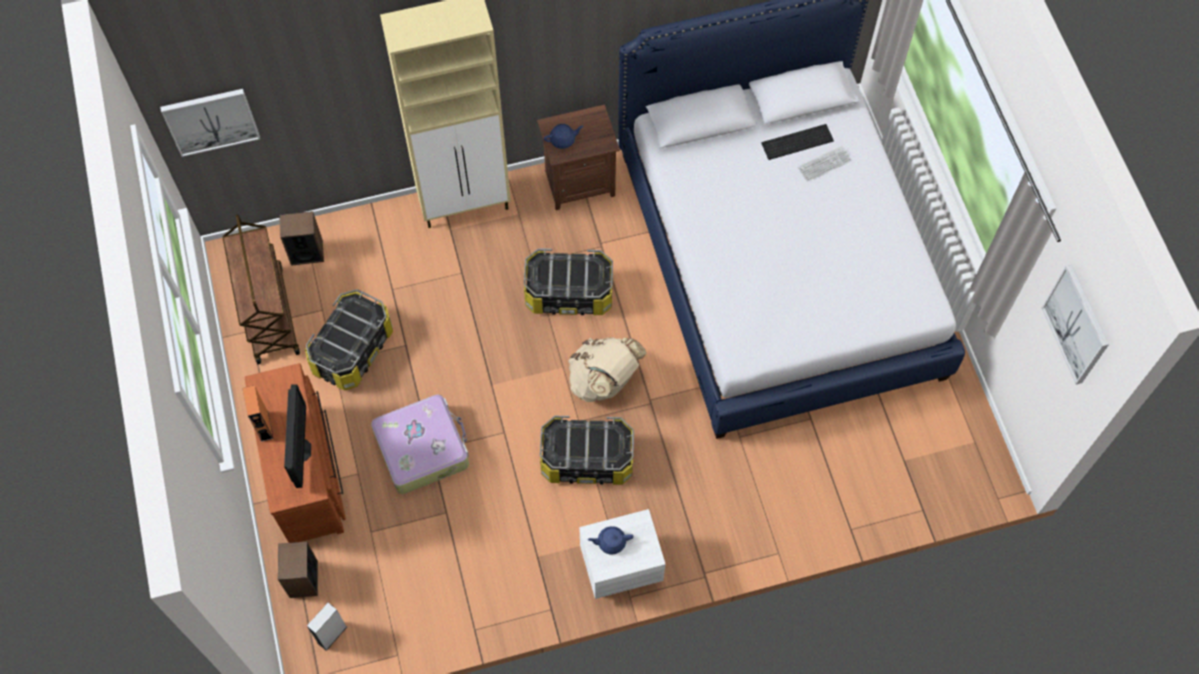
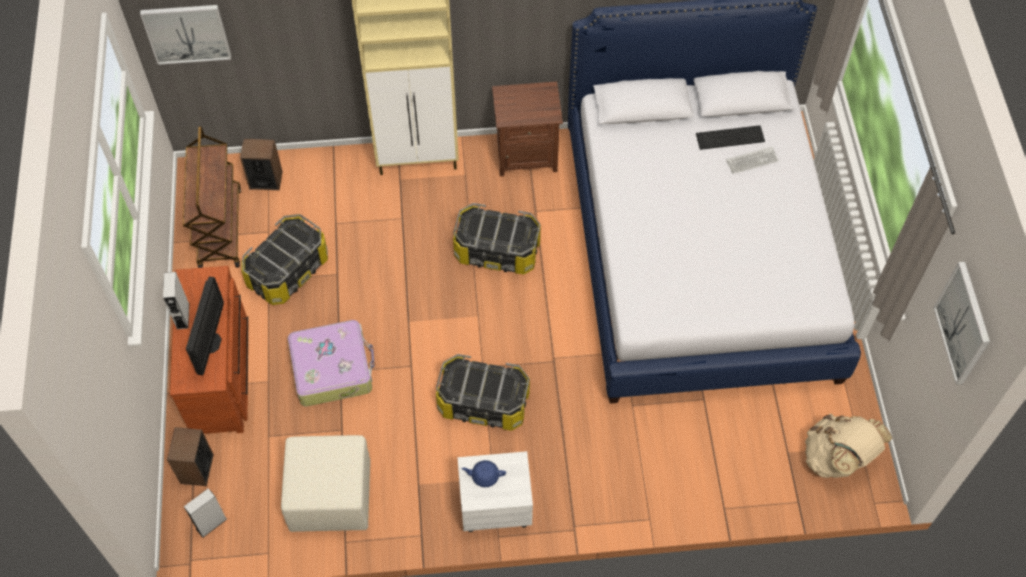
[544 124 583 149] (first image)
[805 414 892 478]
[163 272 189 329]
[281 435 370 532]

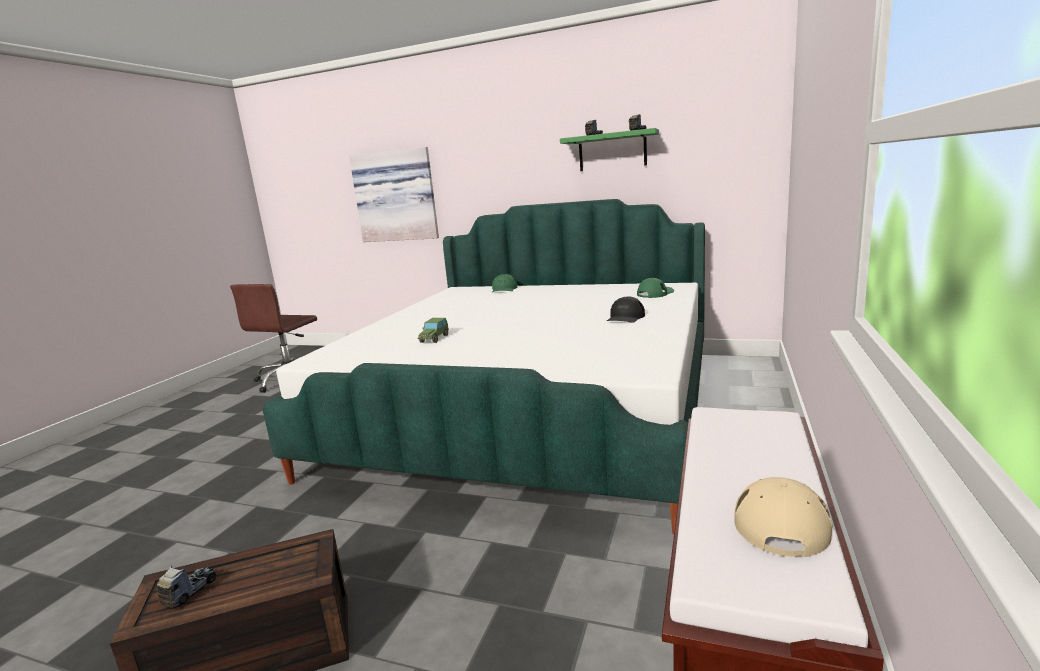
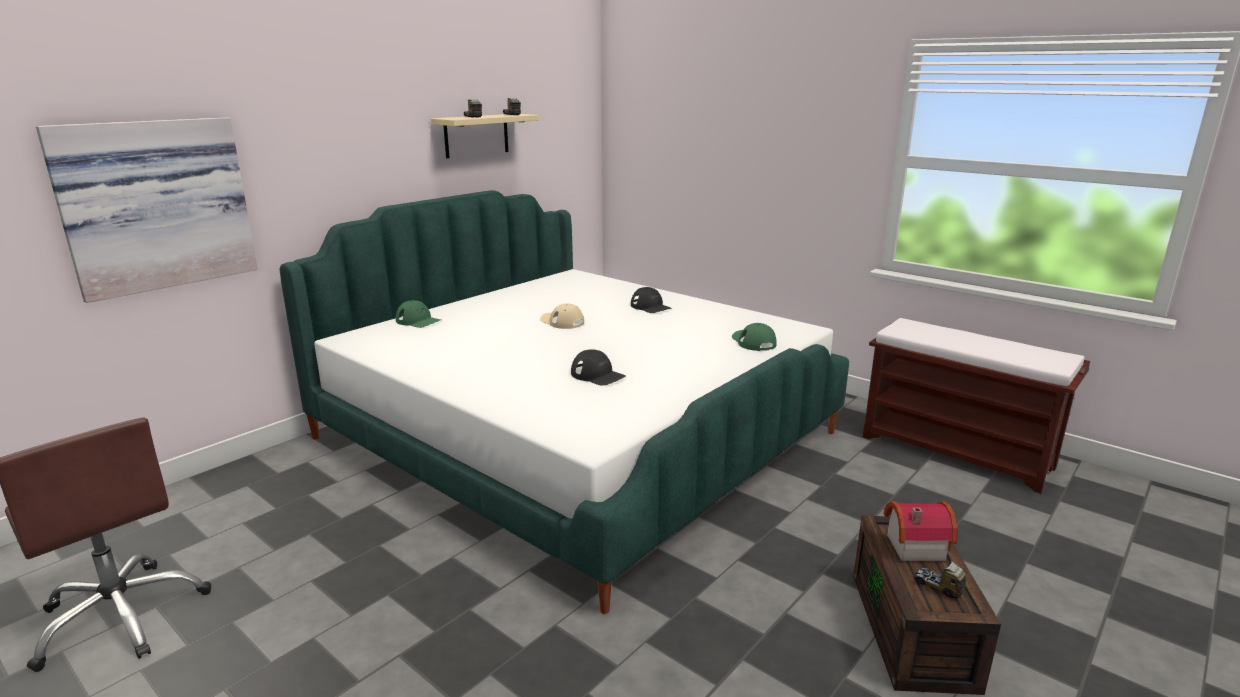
[431 114 539 158]
[732 323 777 351]
[571 349 626 386]
[540 303 584 329]
[884 501 957 561]

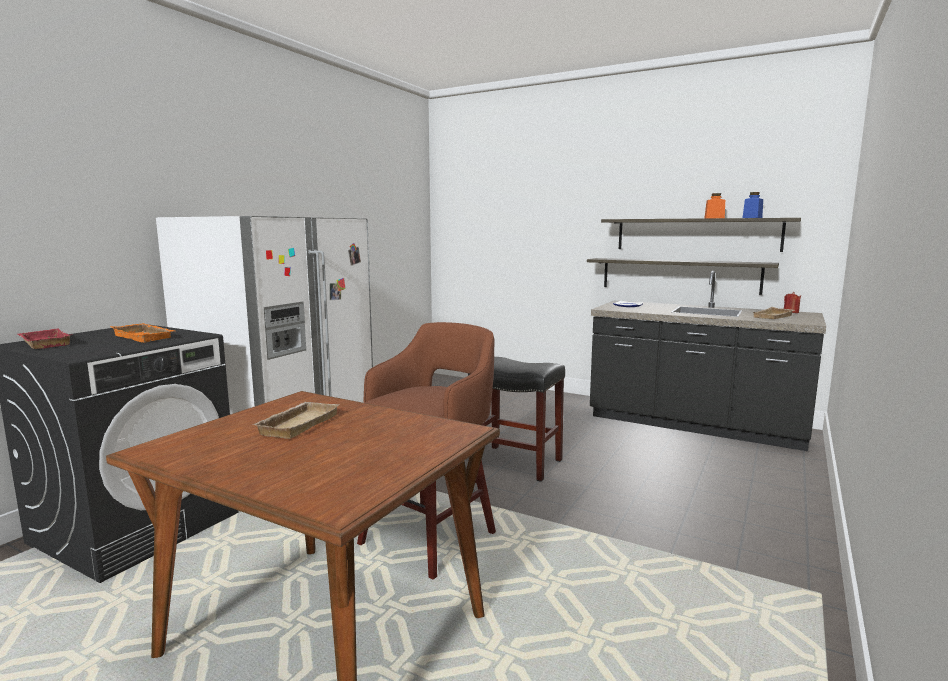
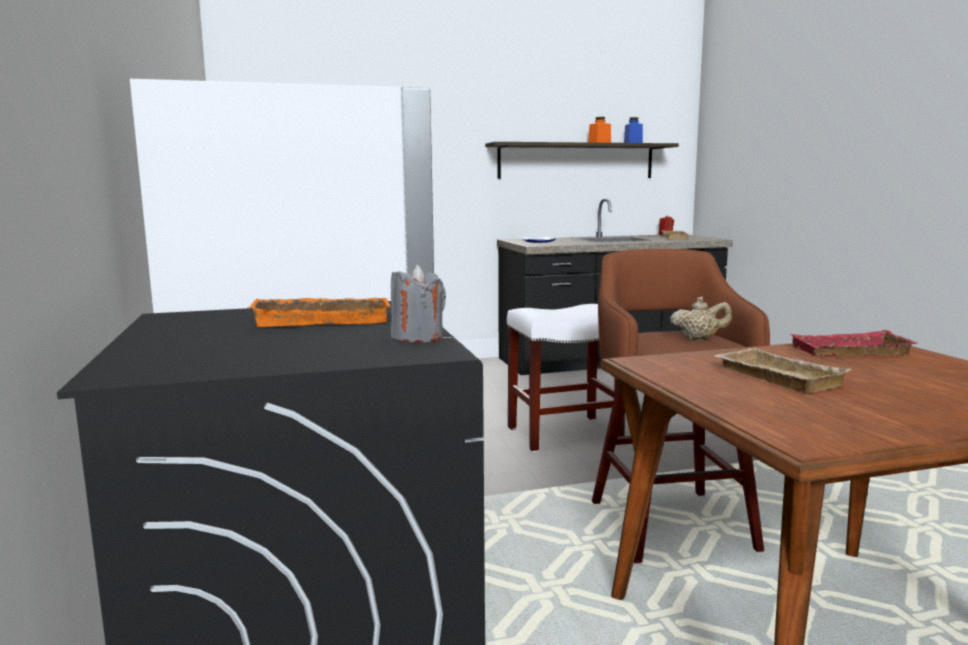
[587 258 779 295] (first image)
[790 330 917 356]
[507 304 625 452]
[391 264 446 343]
[670 297 732 340]

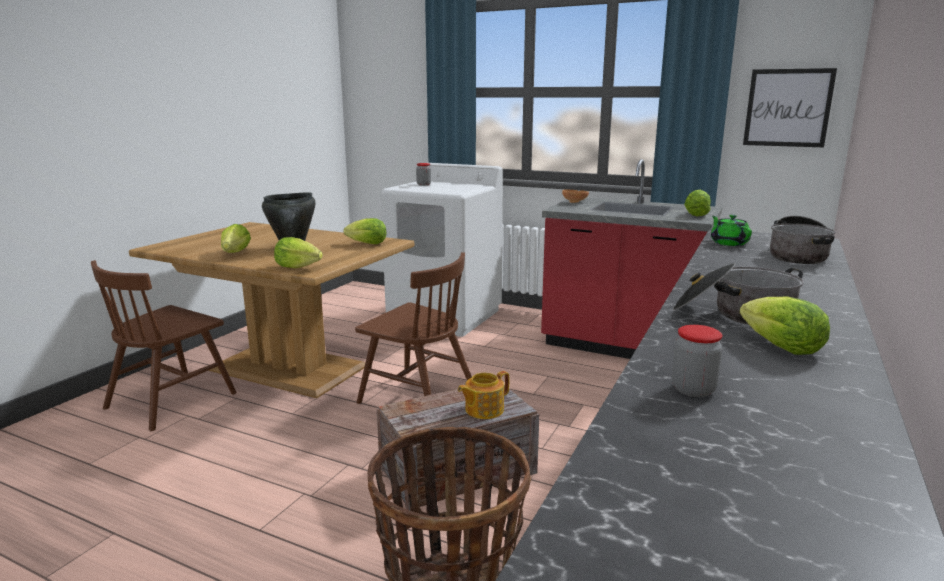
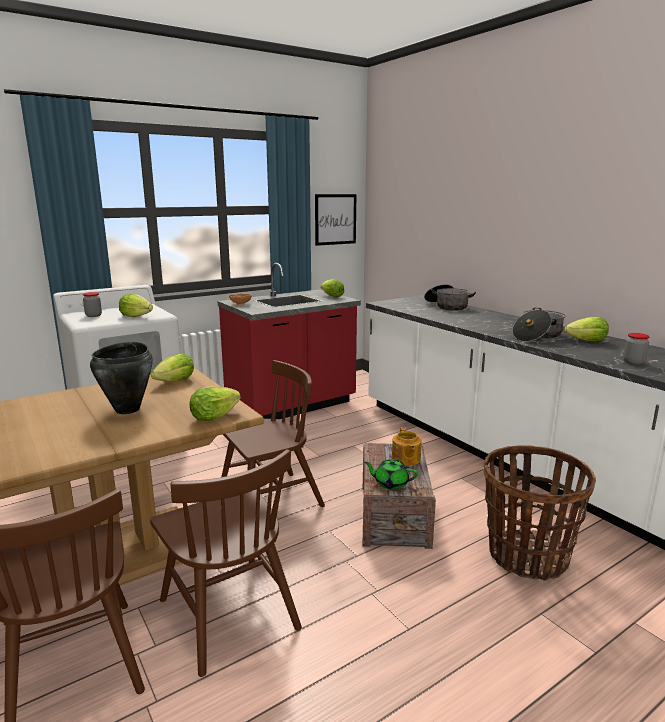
[364 459 418 490]
[119 294 153 317]
[150 449 302 677]

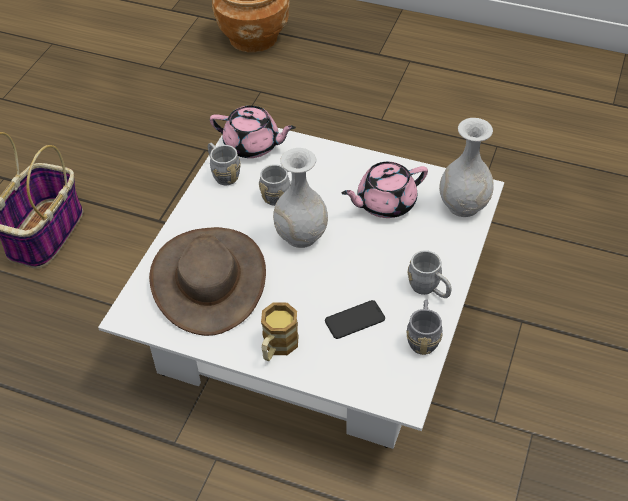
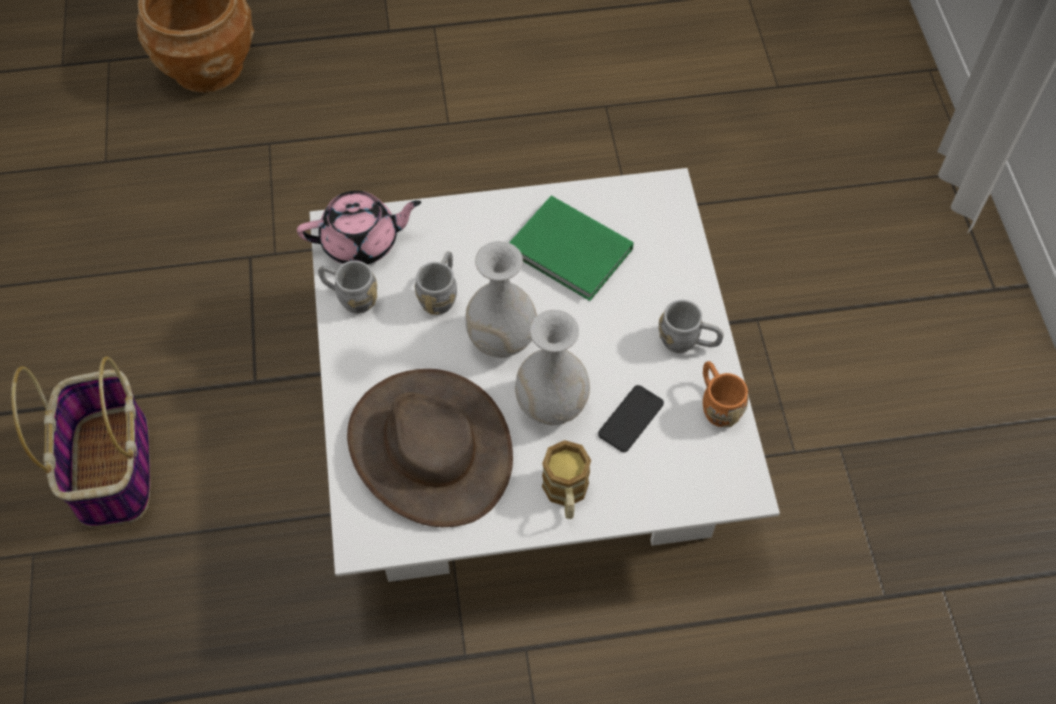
[515 310 590 425]
[509 195 634 301]
[703 361 748 427]

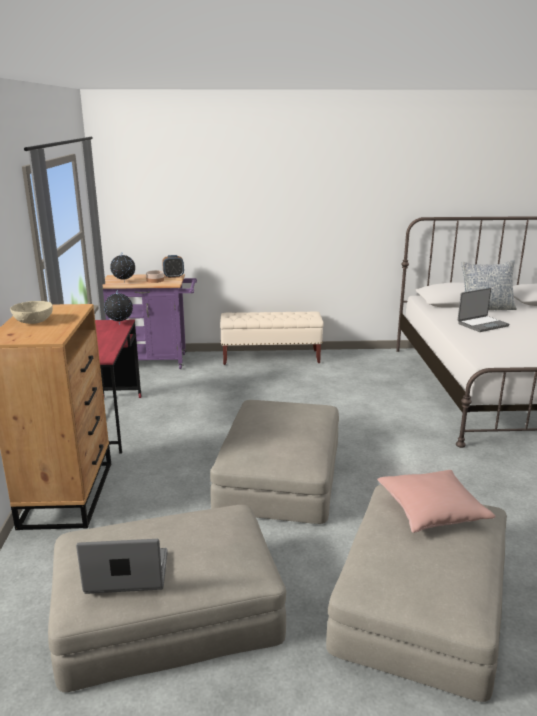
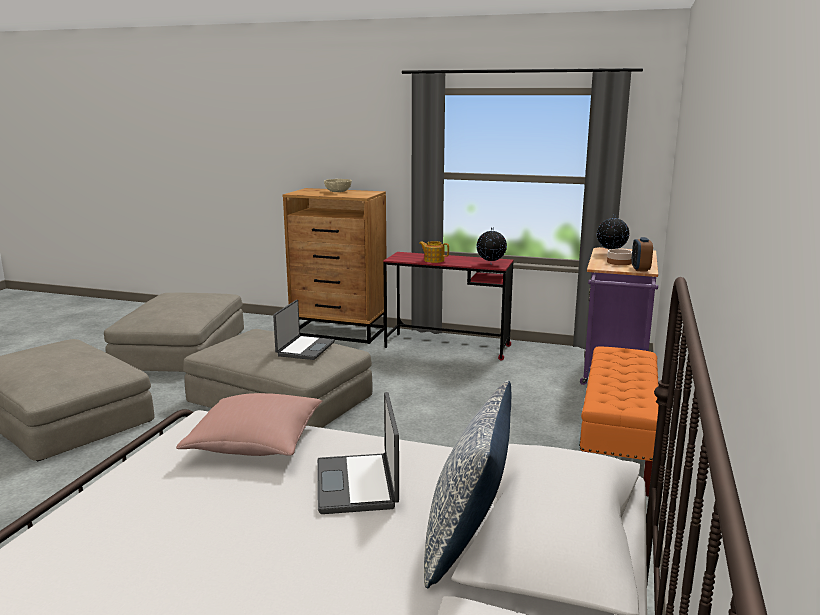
[579 346 659 497]
[176 393 323 456]
[273 300 335 360]
[419 241 449 263]

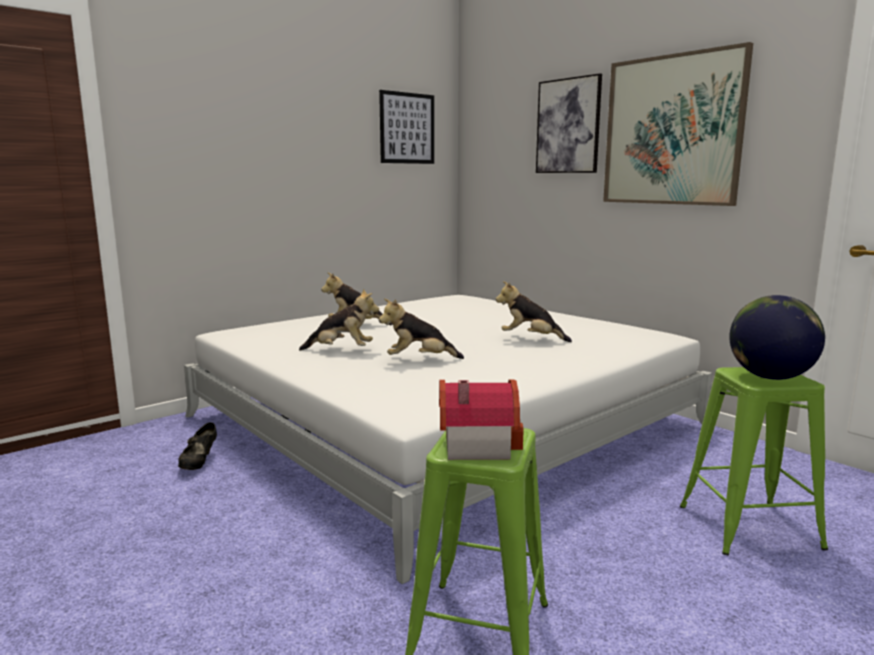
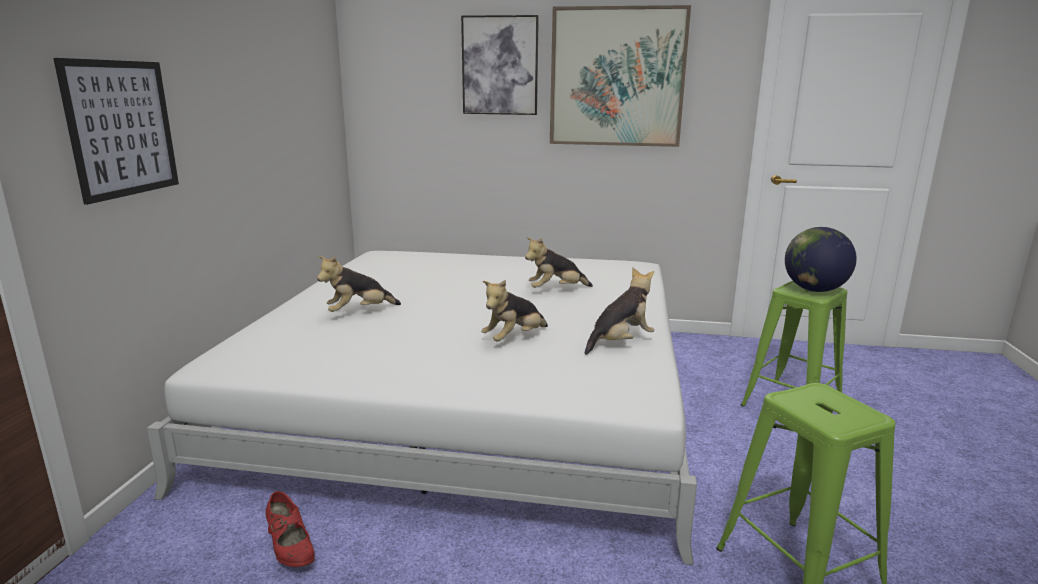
[53 58 179 205]
[585 268 654 355]
[439 380 523 460] (first image)
[265 491 315 567]

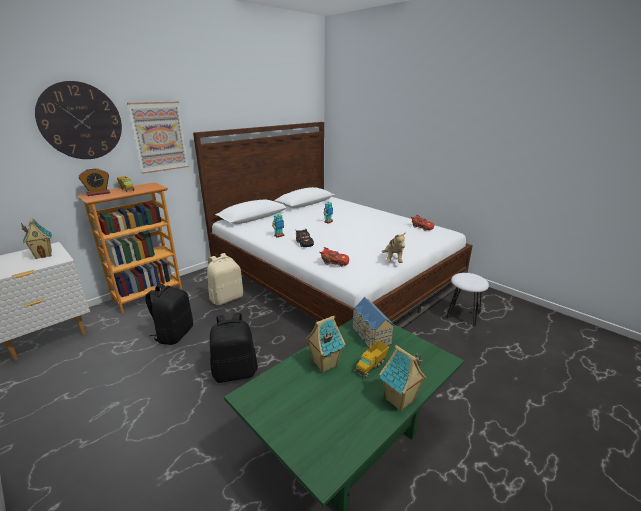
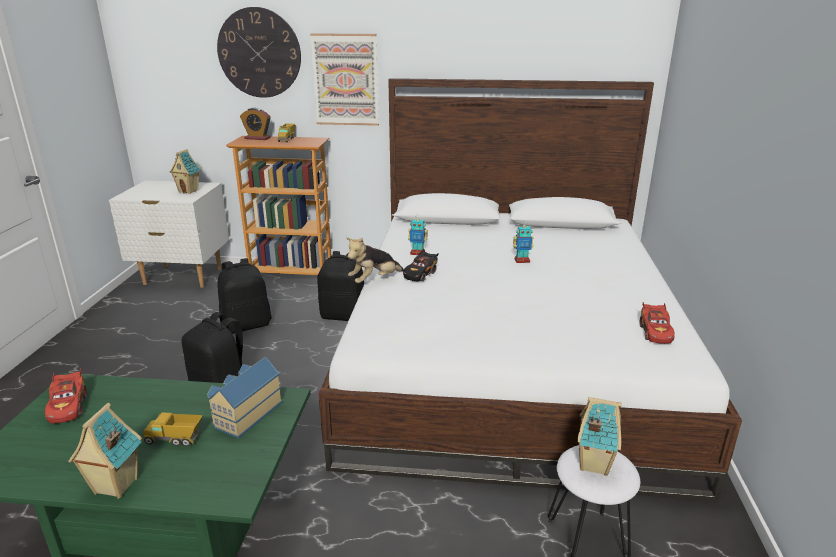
[346 237 404 283]
[45 368 87 423]
[317 251 364 321]
[577 397 622 476]

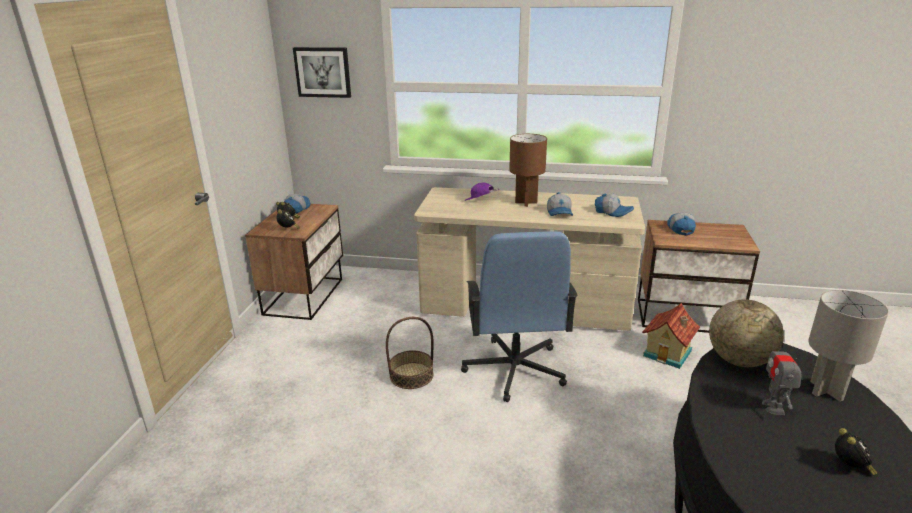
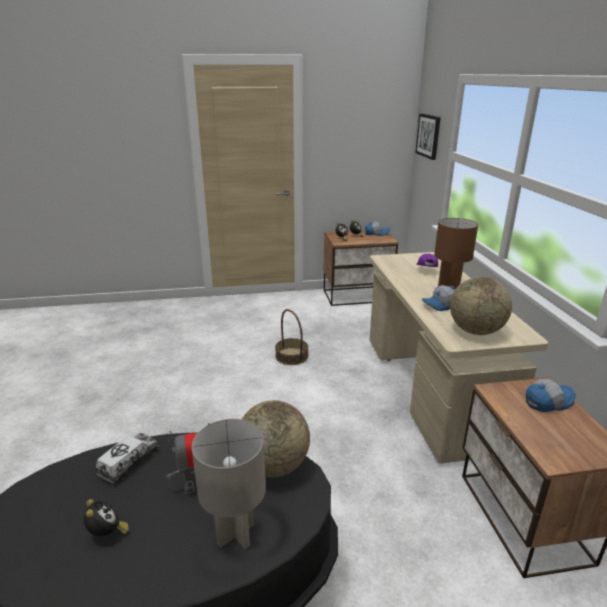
[450 277 512 335]
[461 231 578 402] (first image)
[642 303 700 369] (first image)
[84 499 129 536]
[96 433 158 484]

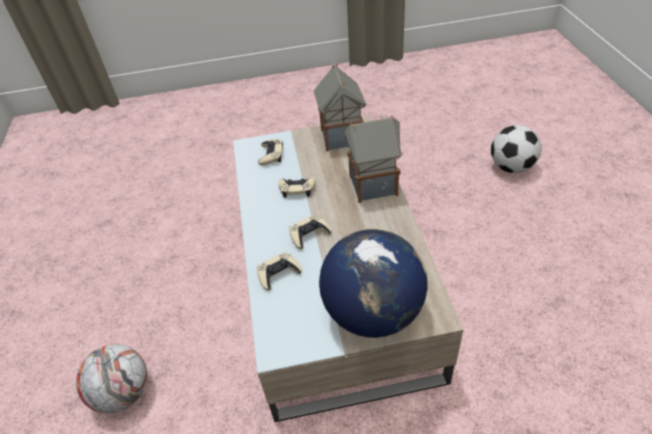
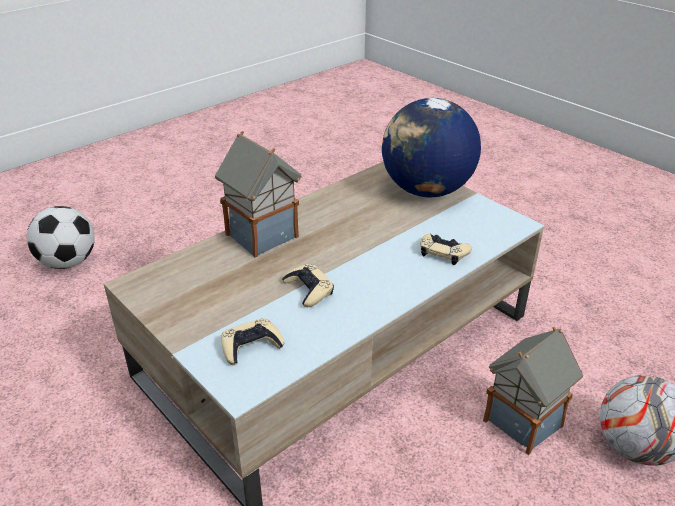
[483 326 583 455]
[289 215 332 249] (first image)

